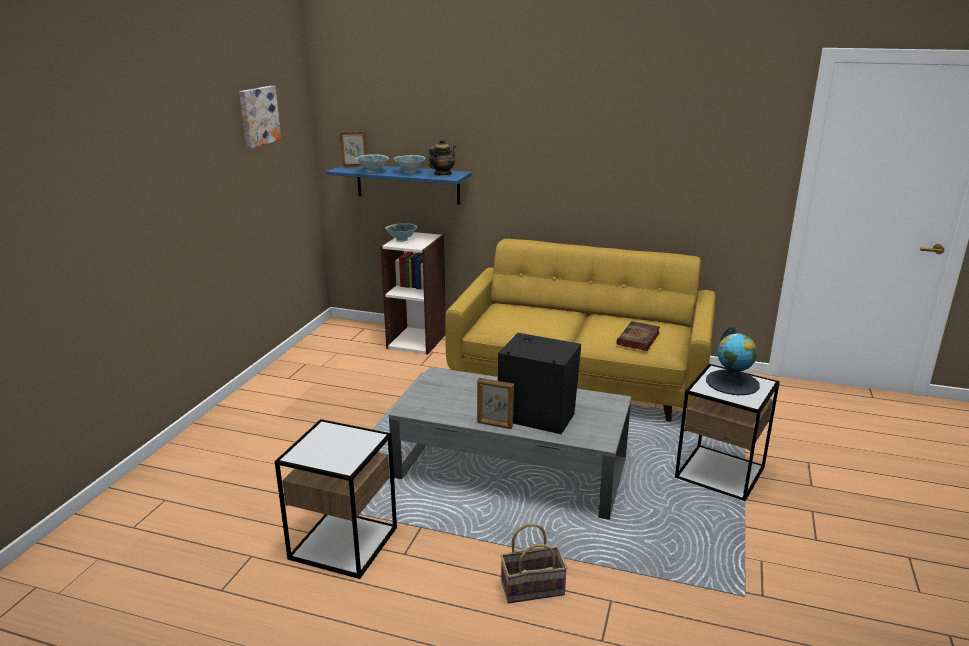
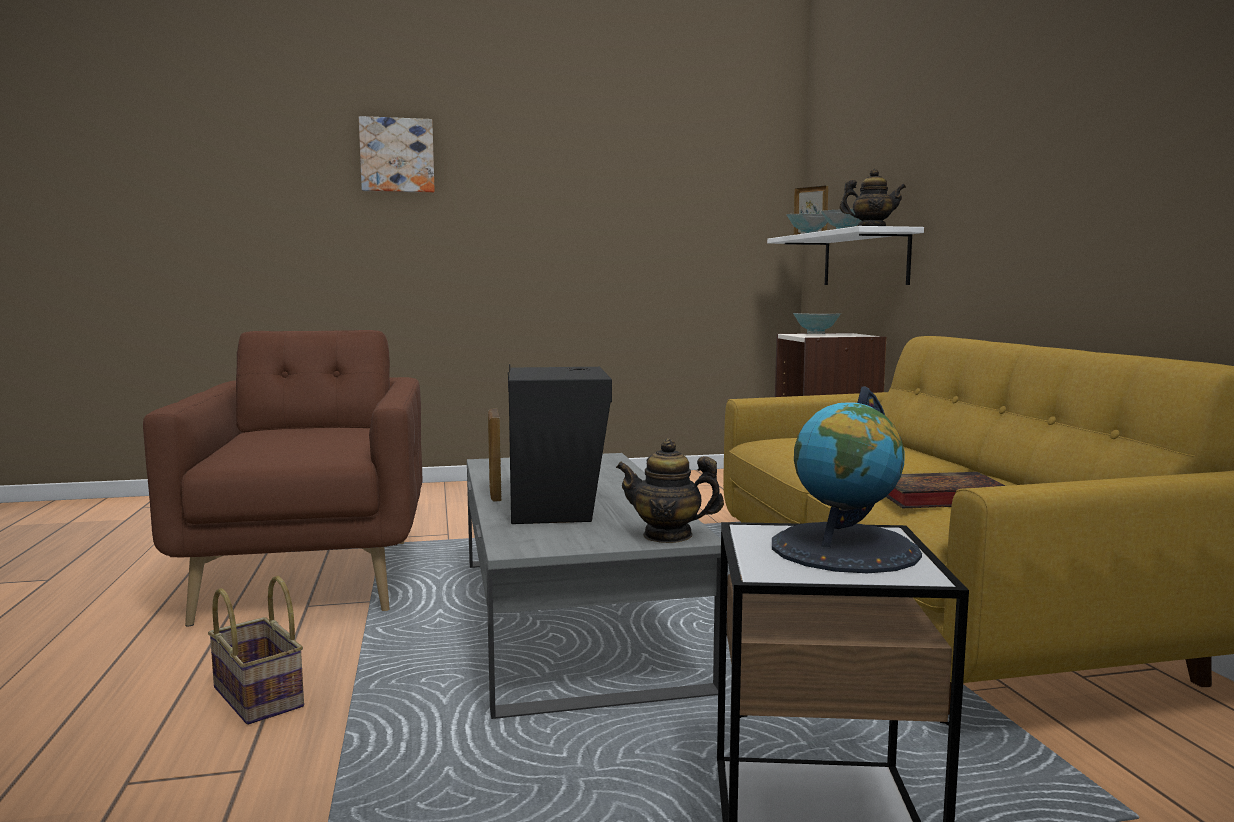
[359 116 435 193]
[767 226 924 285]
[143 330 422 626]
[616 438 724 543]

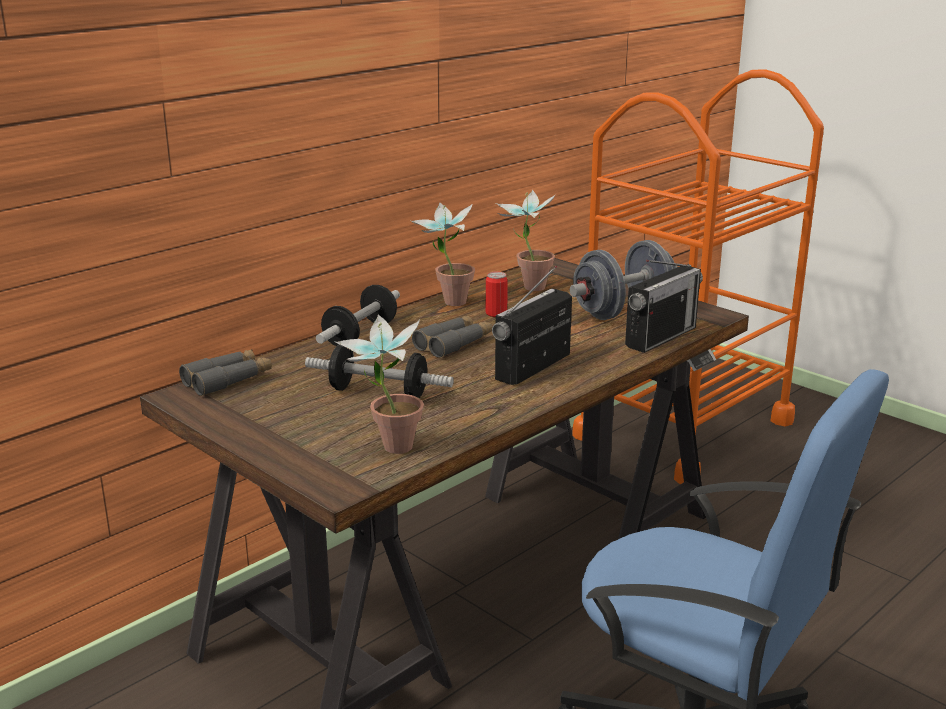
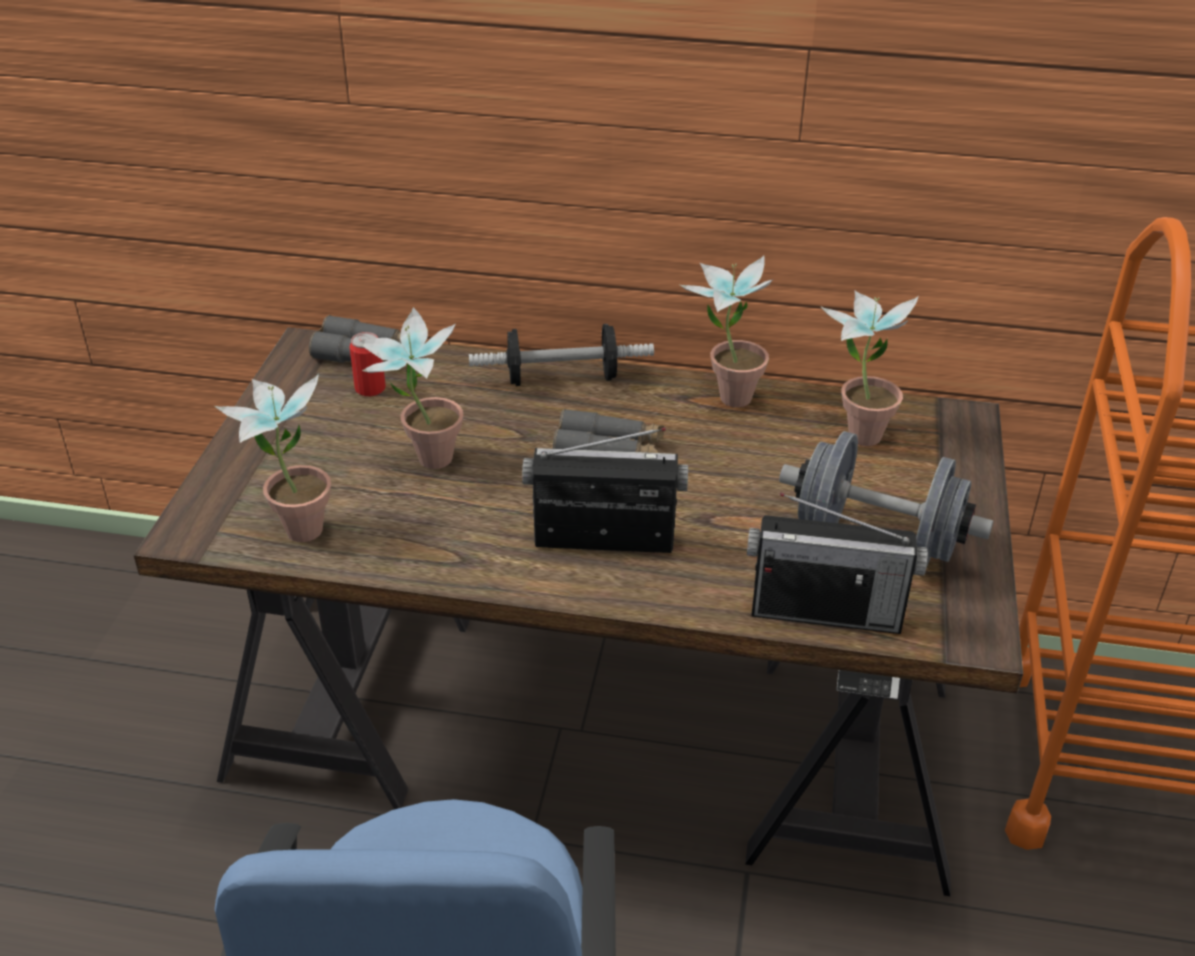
[350 332 386 396]
[356 307 463 469]

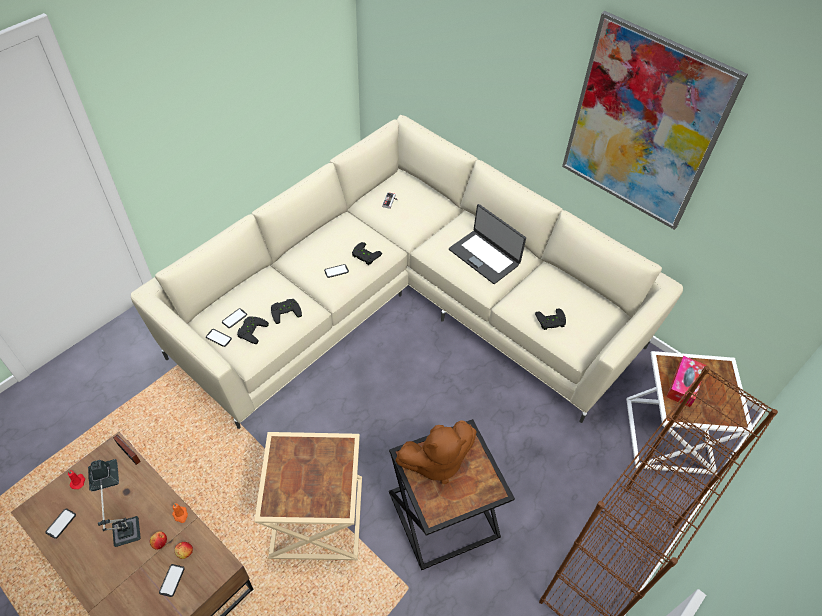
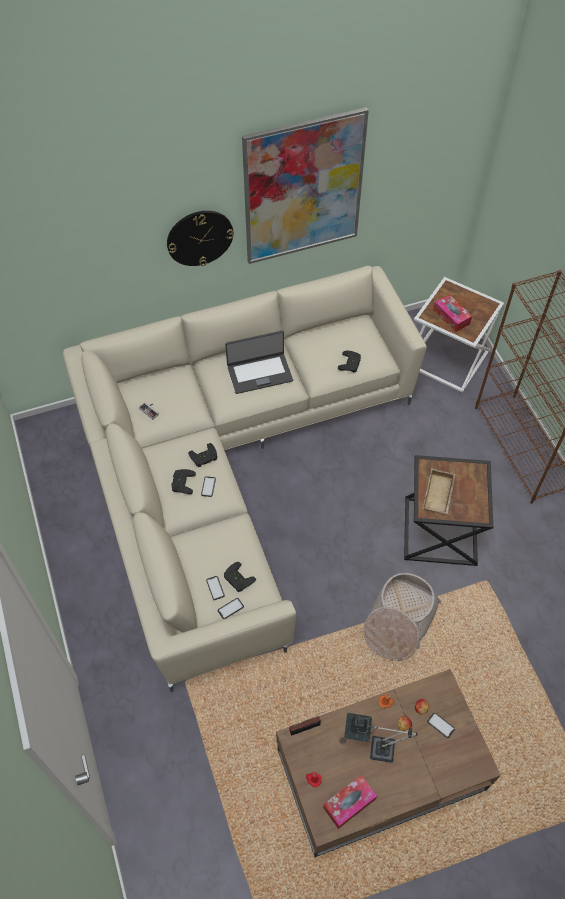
[172 469 196 494]
[423 468 455 514]
[363 573 441 661]
[323 775 377 829]
[167 211 234 266]

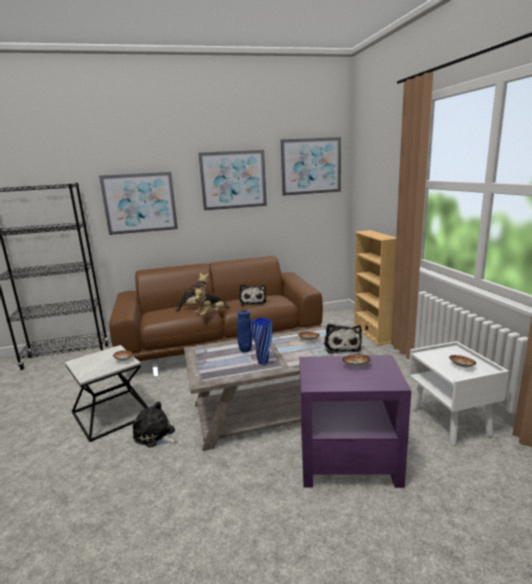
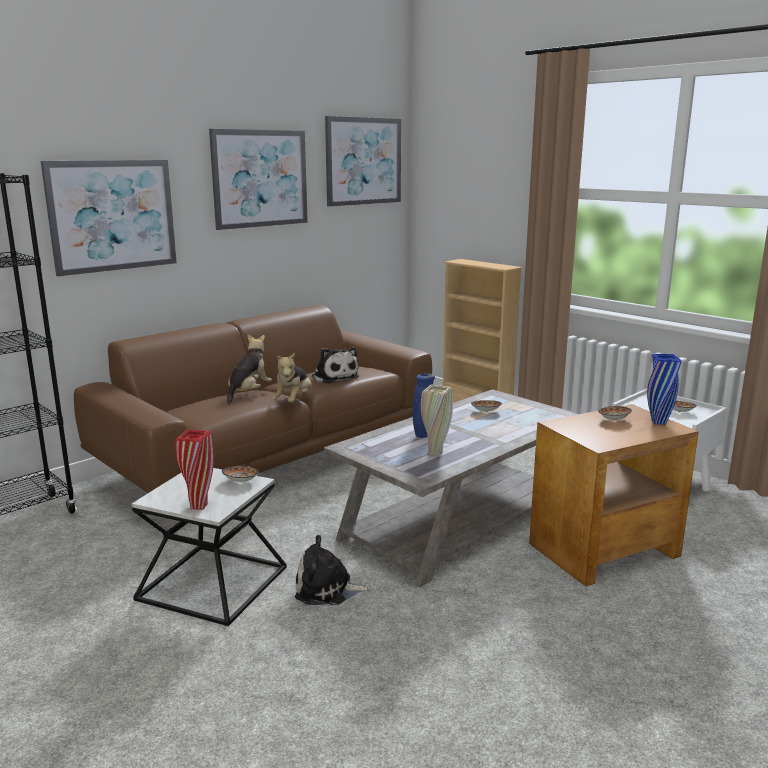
[647 354 682 424]
[324 324 362 354] (first image)
[529 404 699 586]
[421 384 453 456]
[175 429 214 510]

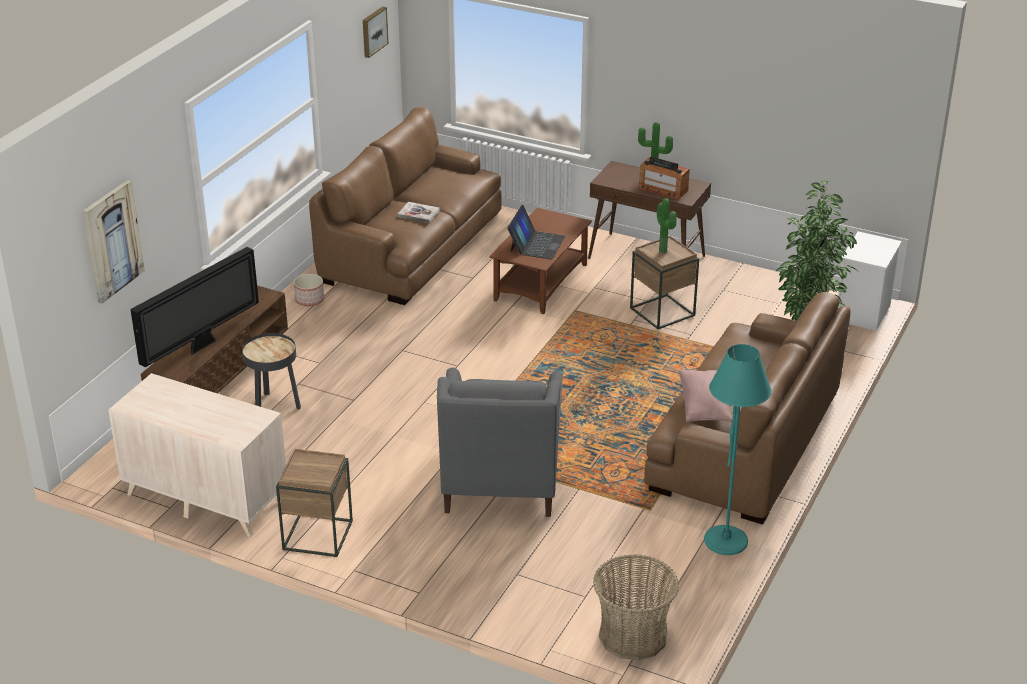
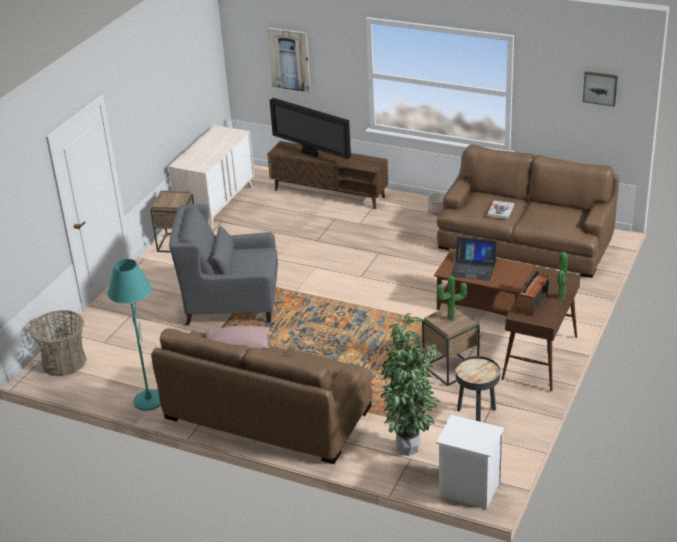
[456 356 500 422]

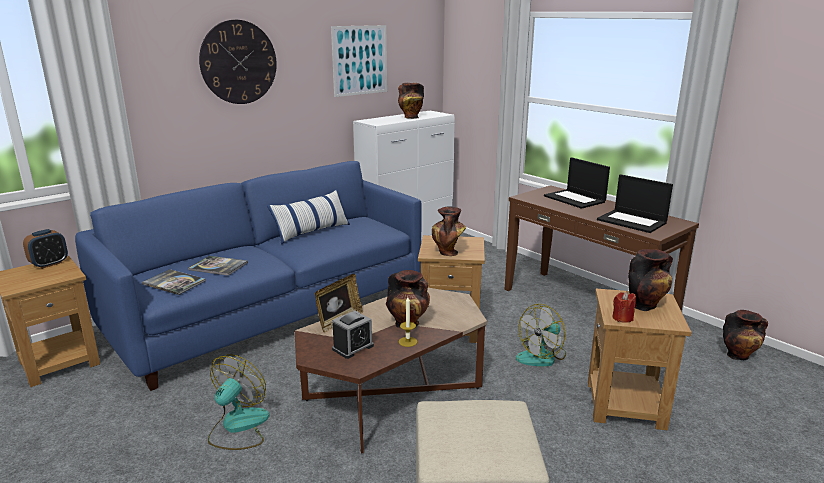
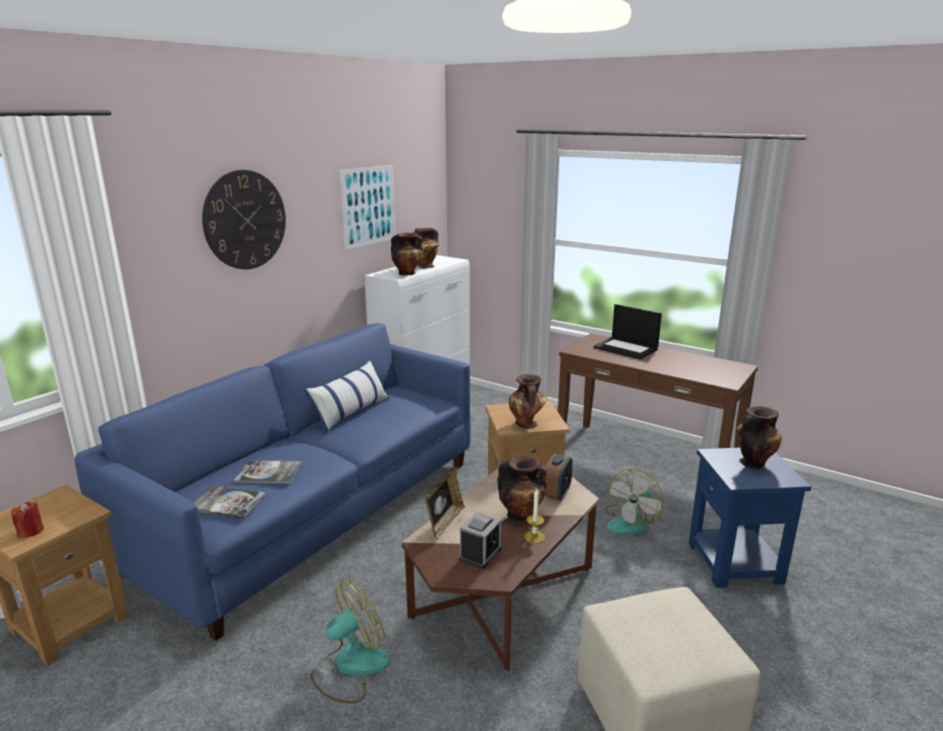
[597 174 673 233] (first image)
[545 454 573 501]
[689 448 811 588]
[11 502 44 538]
[391 233 423 275]
[311 580 390 703]

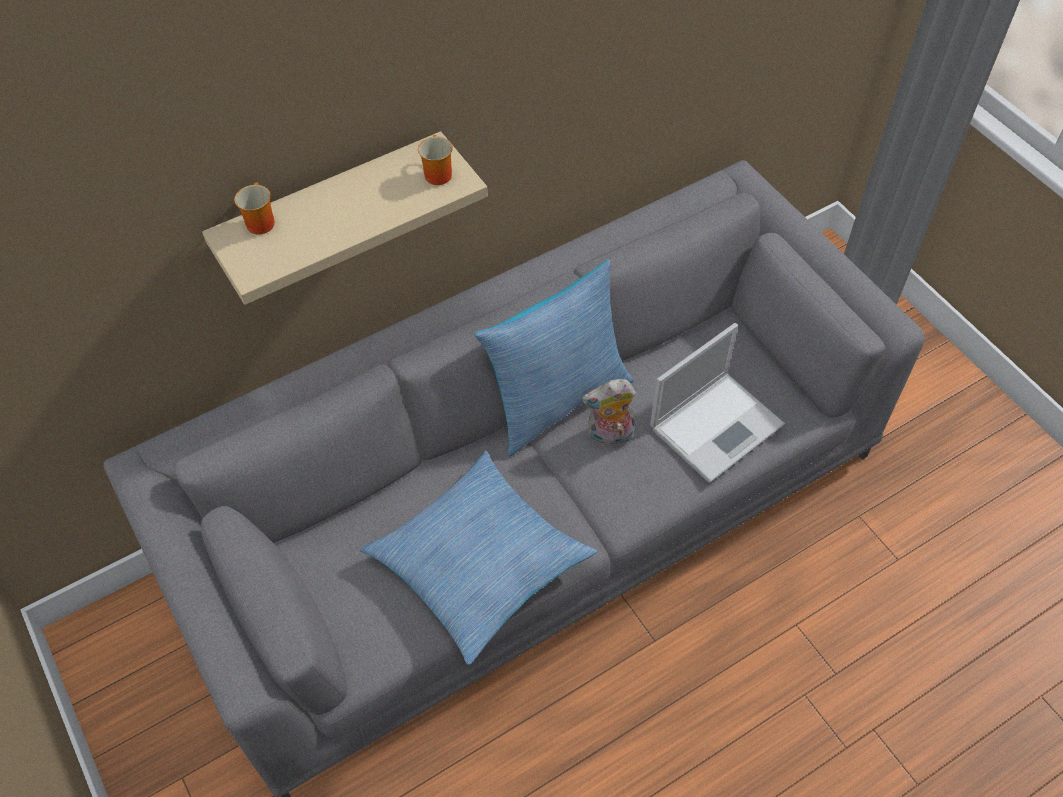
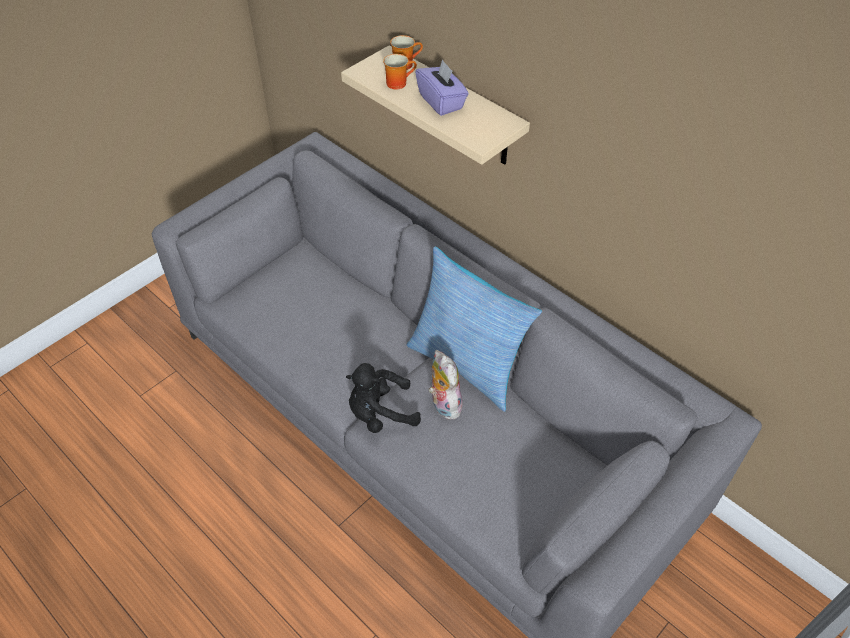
[383 54 417 89]
[650 323 785 483] (first image)
[360 450 597 665] (first image)
[415 59 469 116]
[346 363 421 433]

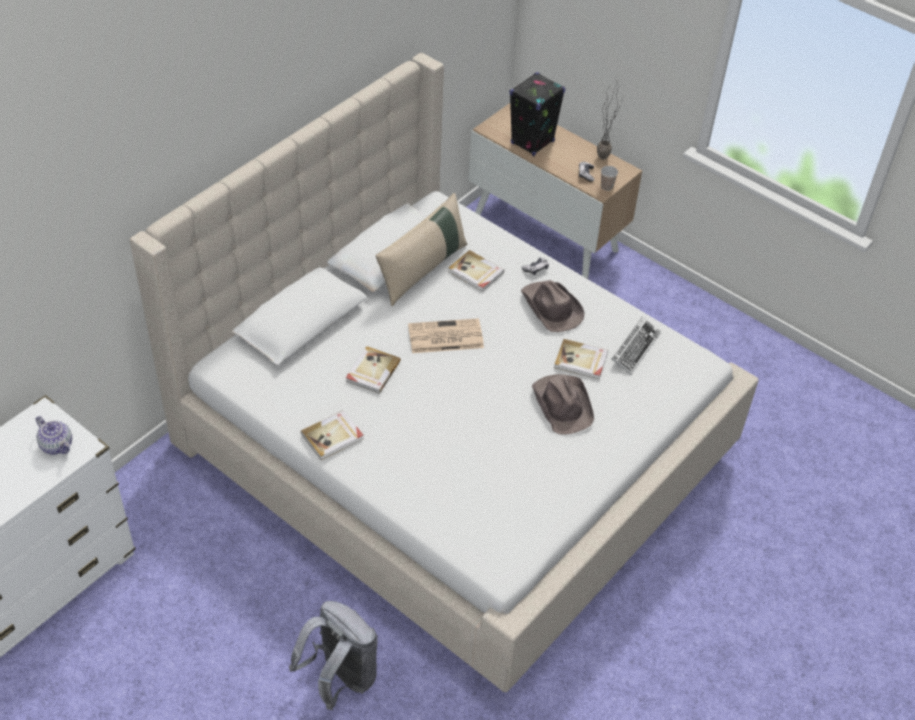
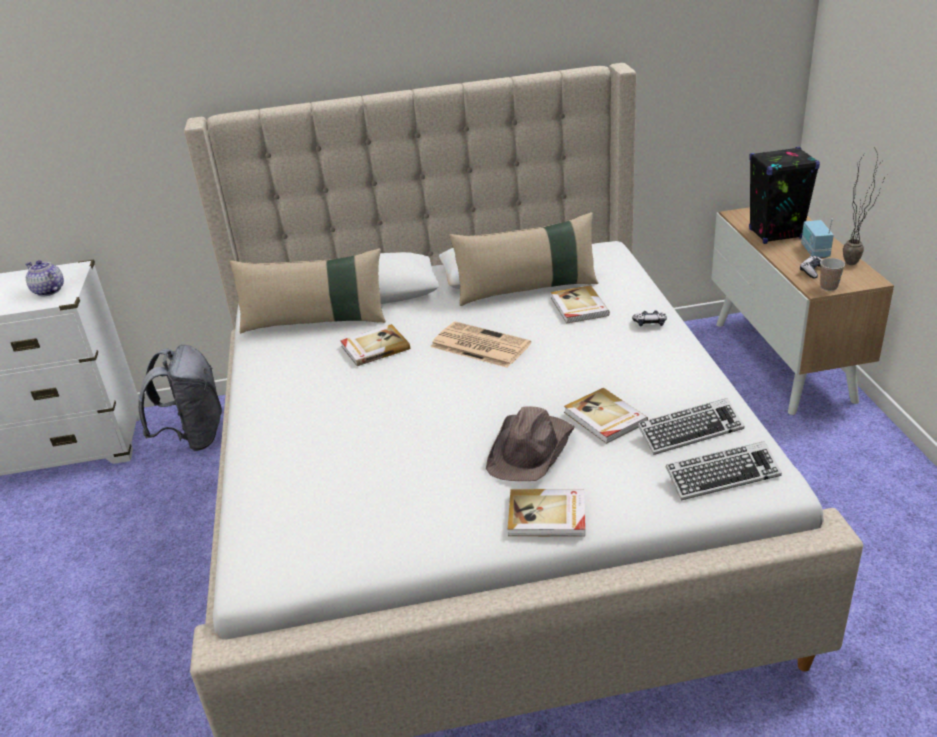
[521 280 585 332] (first image)
[508 489 585 537]
[25 260 64 296]
[138 345 222 451]
[801 219 834 258]
[230 248 386 333]
[665 441 782 501]

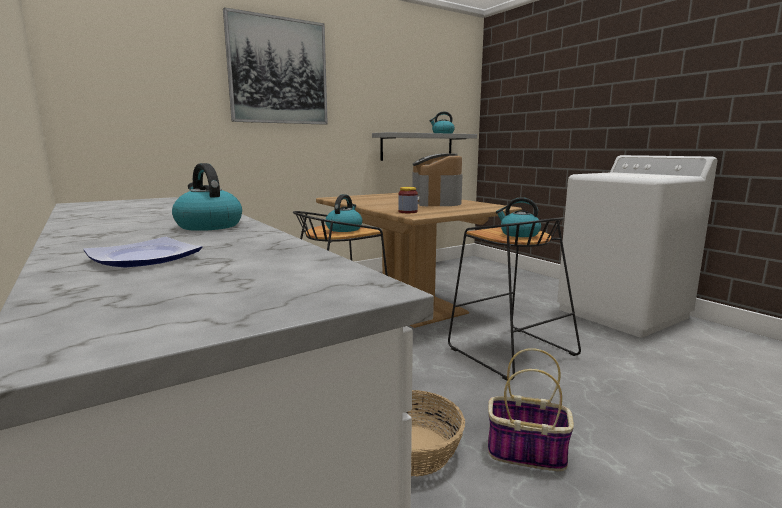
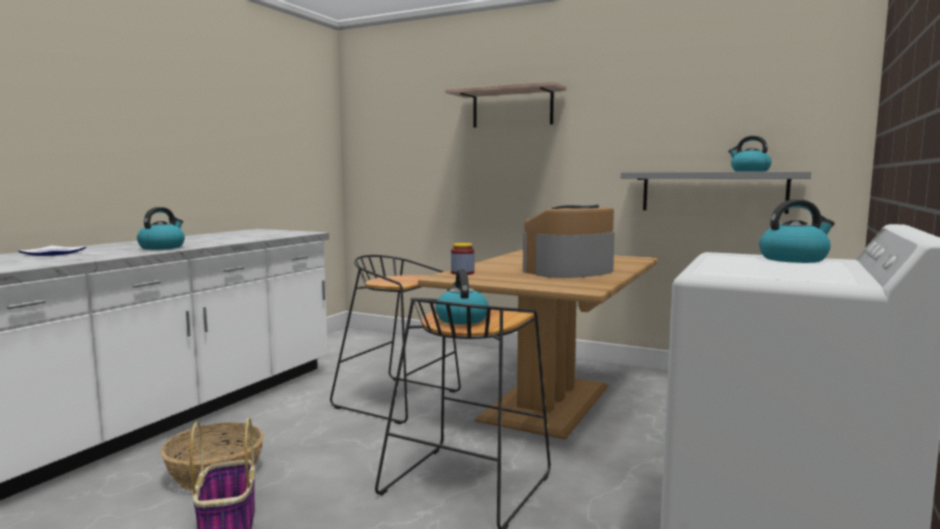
[445 81 567 128]
[759 199 835 263]

